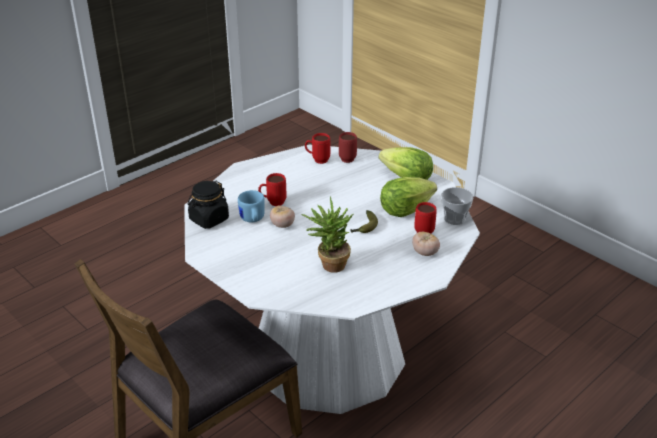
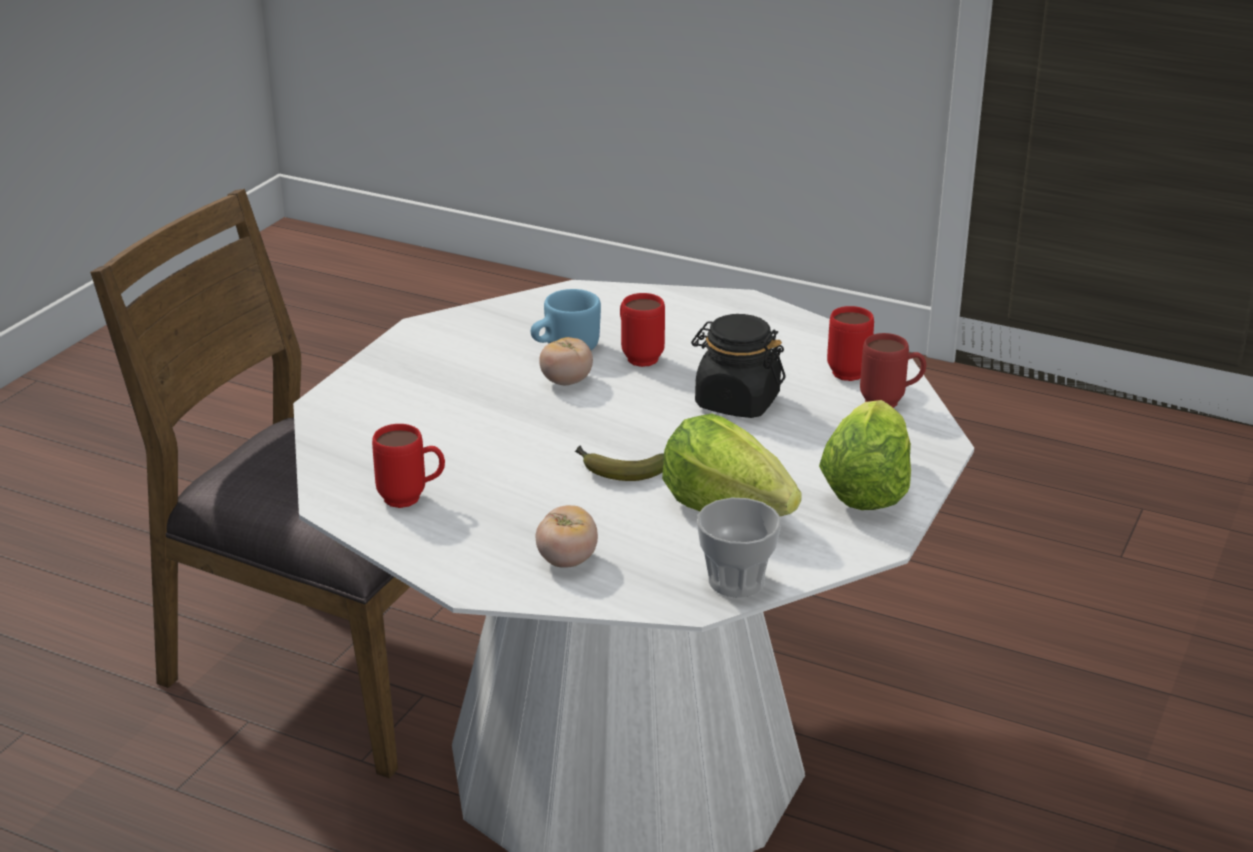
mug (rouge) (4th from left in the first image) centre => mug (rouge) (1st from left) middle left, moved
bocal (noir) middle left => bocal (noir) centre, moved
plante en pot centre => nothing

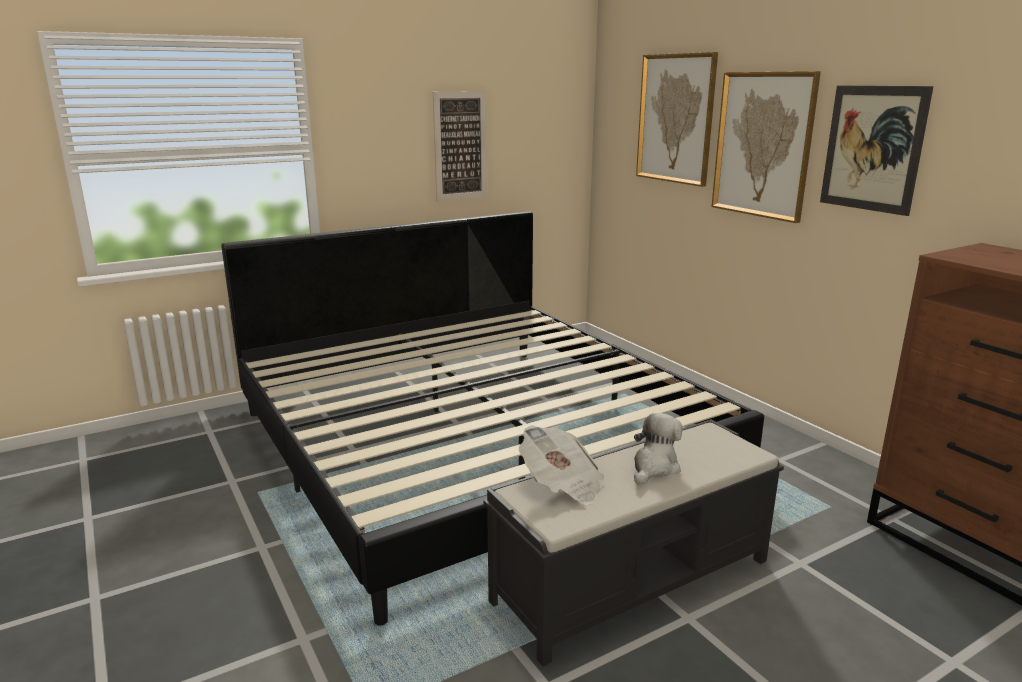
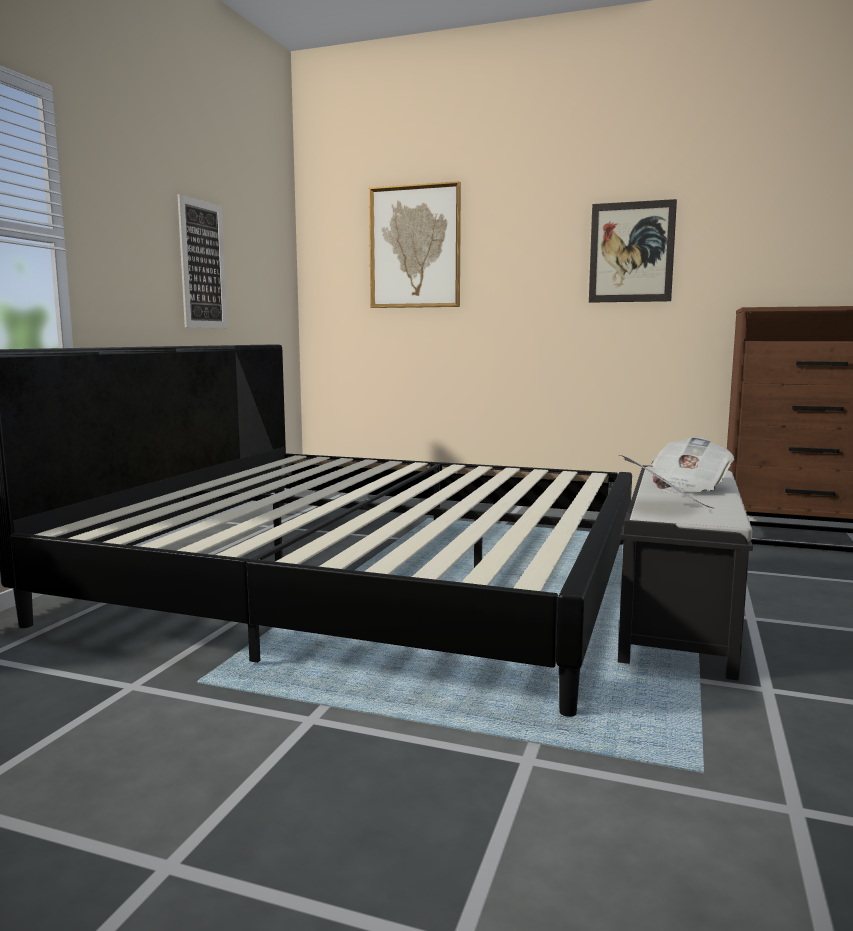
peluche centre => journal (2nd from left) middle right
tableau (3rd from left) top right => nothing

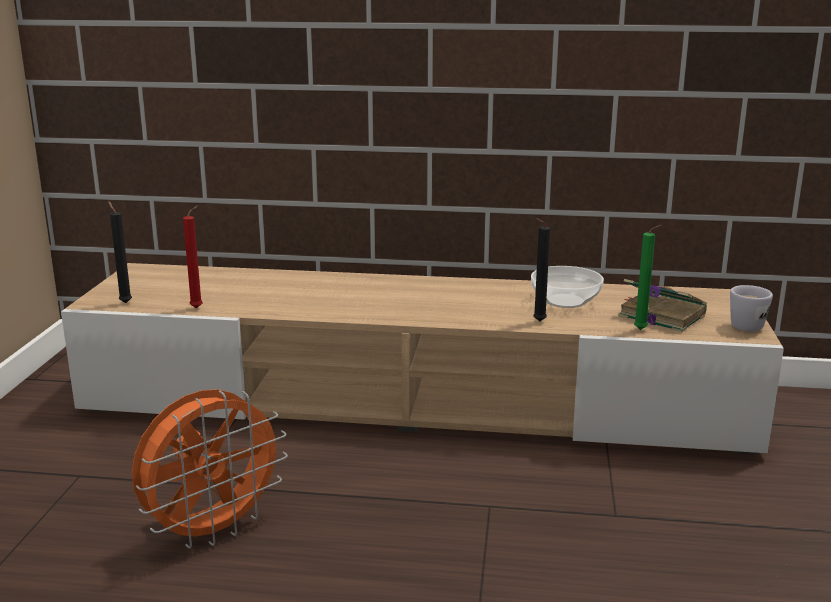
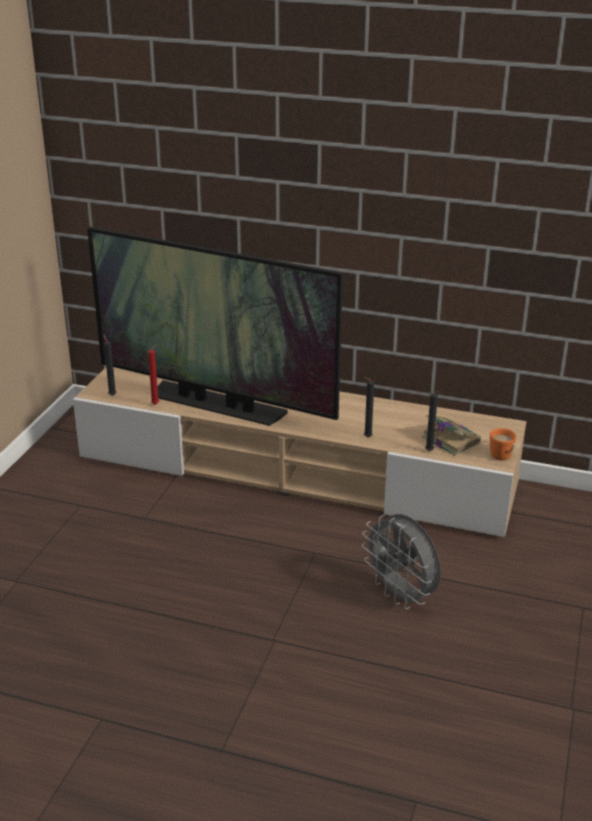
nothing => téléviseur centre
nothing => ventilateur (gris) bottom right
bougie (vert) middle right => bougie (noir) (3rd from left) middle right
mug (blanc) middle right => mug (orange) middle right
ventilateur (orange) bottom left => nothing
bol middle right => nothing

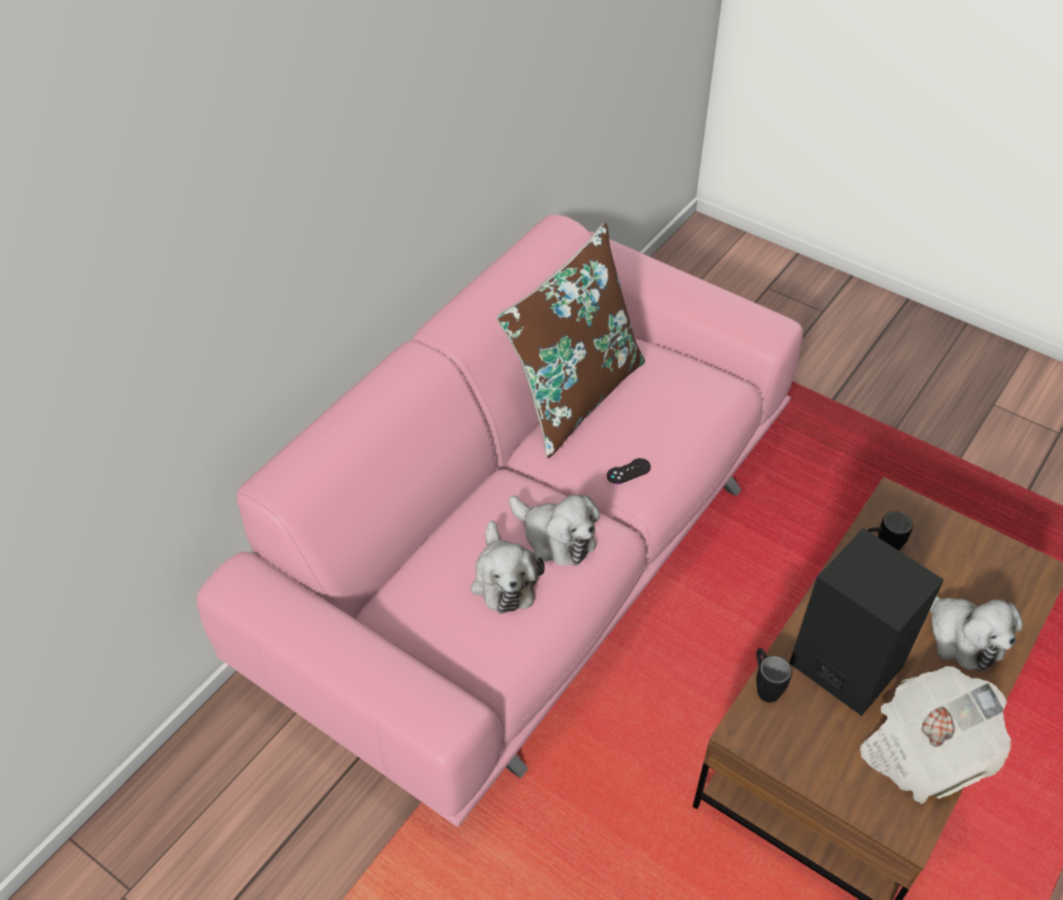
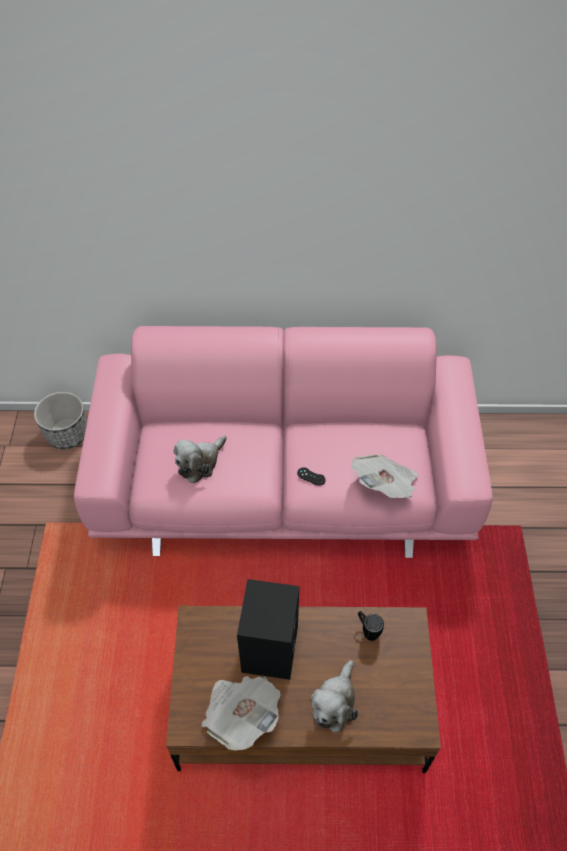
nothing => cache-pot middle left
nothing => journal (2nd from left) middle right
coussin (marron) centre => nothing
peluche (2nd from left) centre => nothing
mug (noir) (1st from left) bottom right => nothing

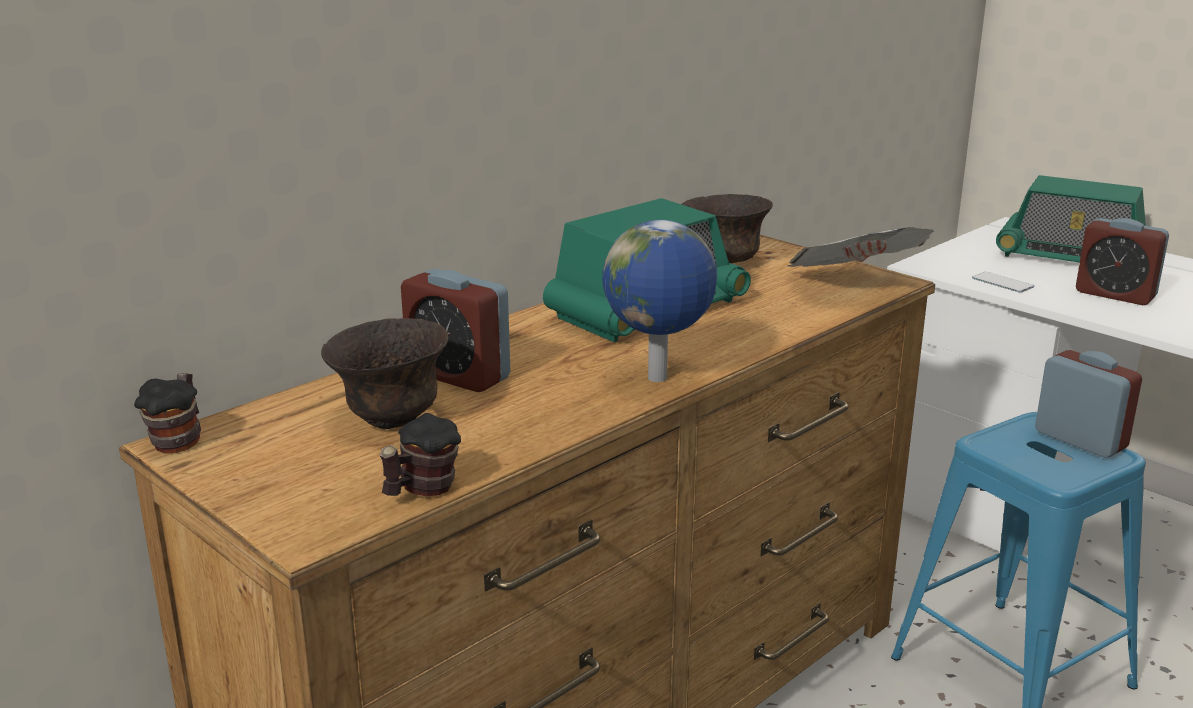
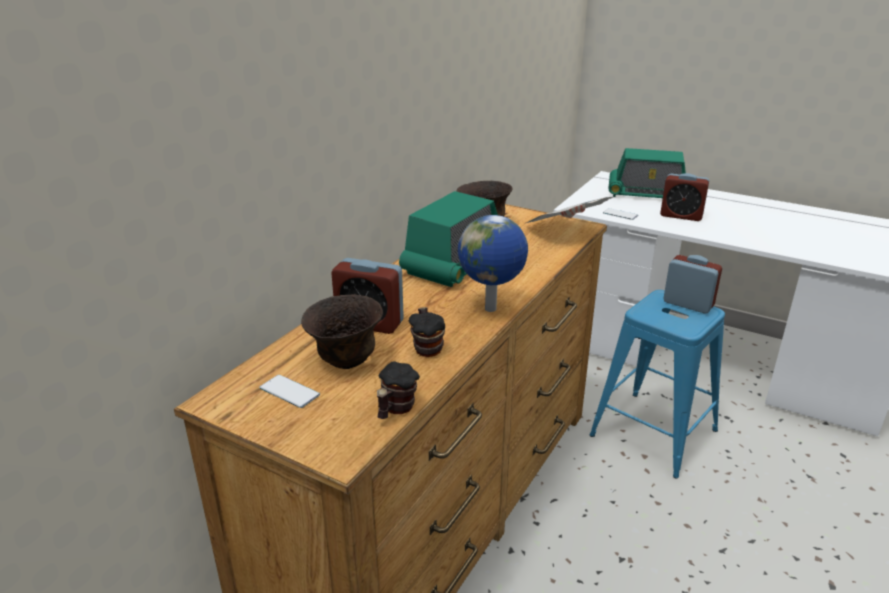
nothing => téléphone (1st from left) middle left
mug (1st from left in the first image) middle left => mug (2nd from left) centre, moved

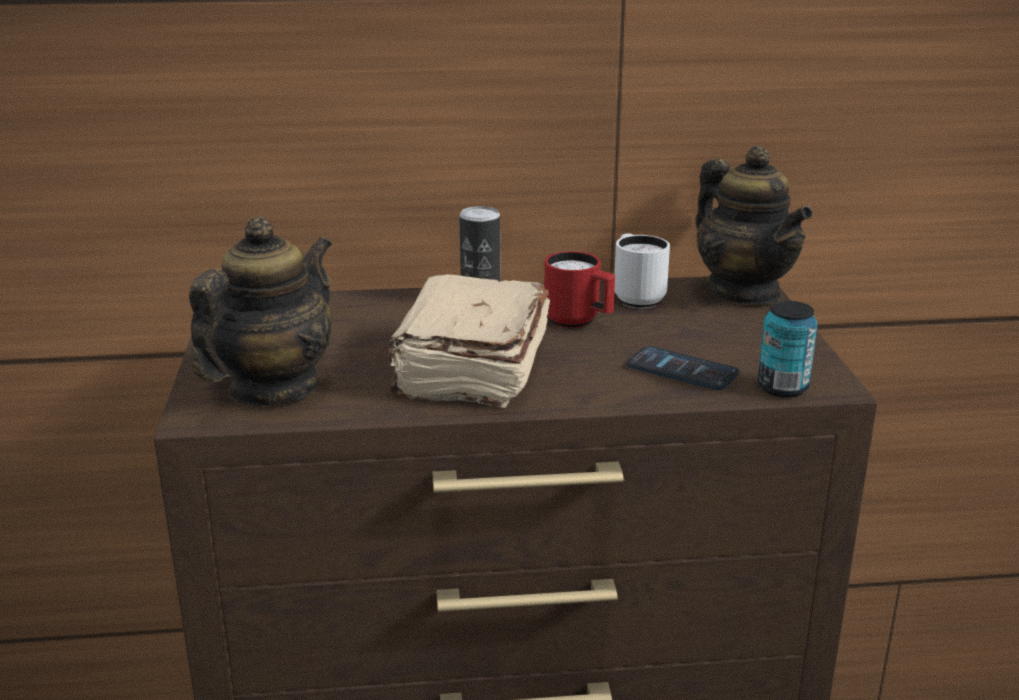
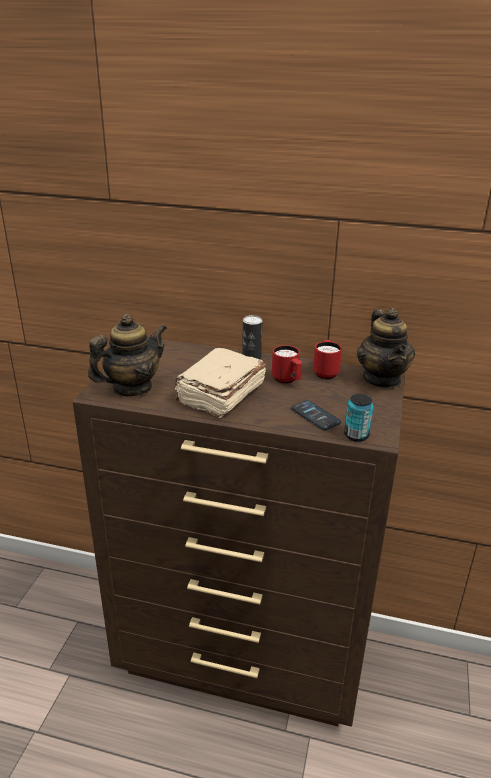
mug (blanc) centre => mug (rouge) (2nd from left) centre

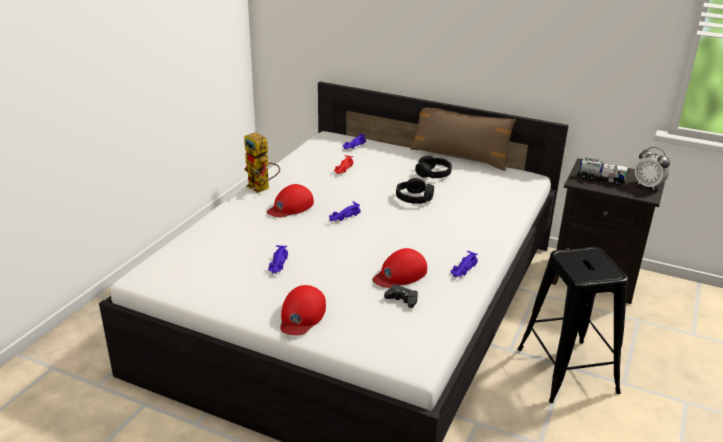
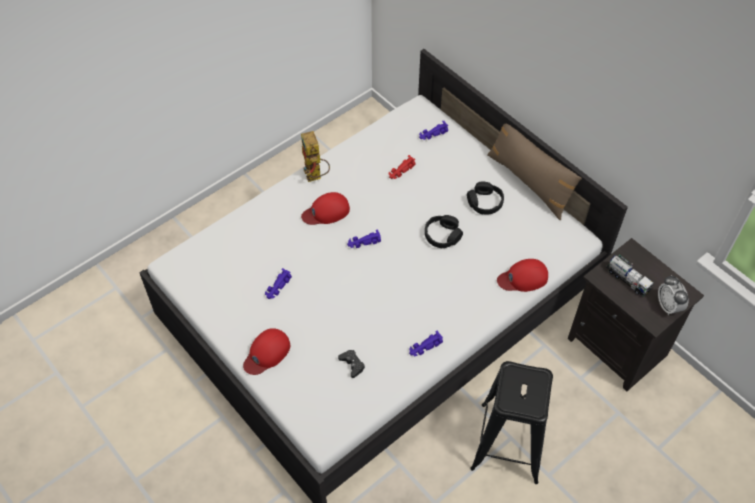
casquette (rouge) (3rd from left) centre => casquette (rouge) (3rd from left) middle right, moved

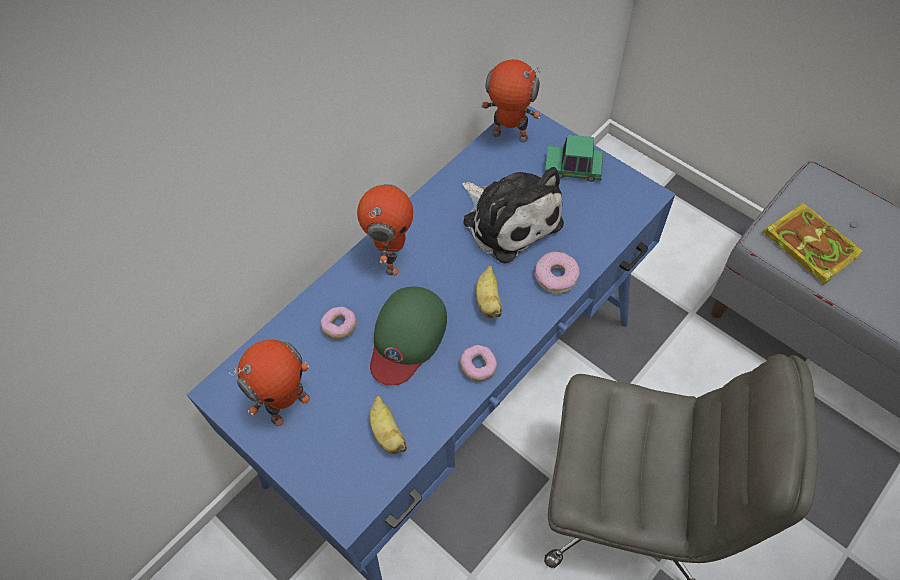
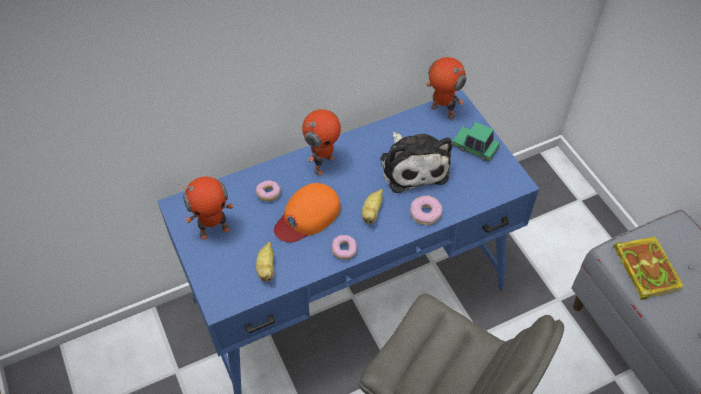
casquette (vert) centre => casquette (orange) centre

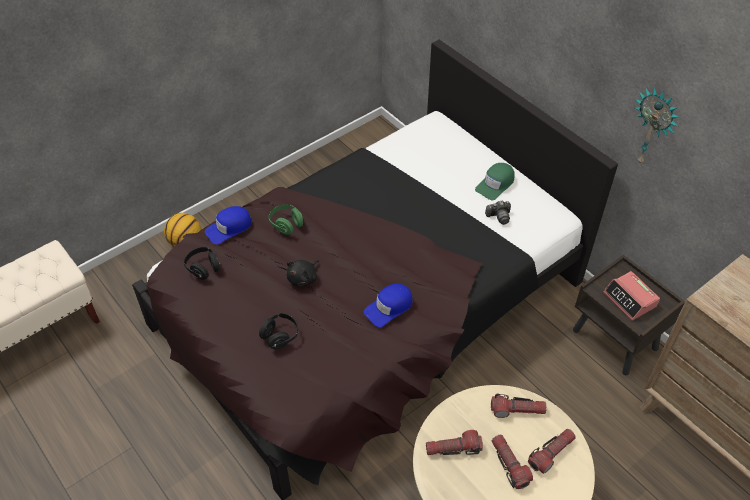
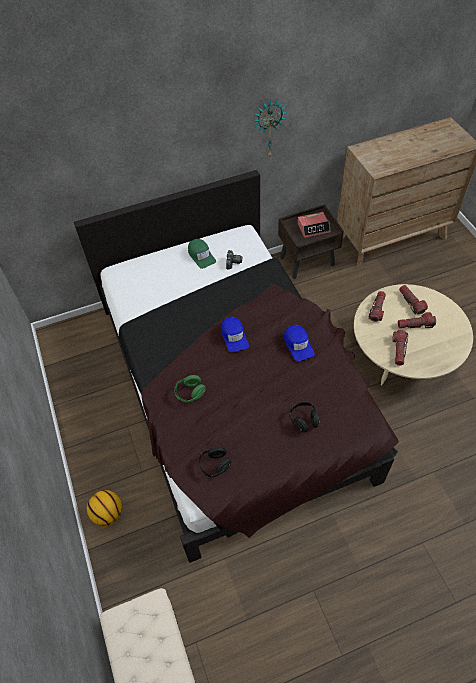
casquette (bleu) (1st from left) middle left => casquette (bleu) (1st from left) centre, moved
peluche (noir) centre => nothing

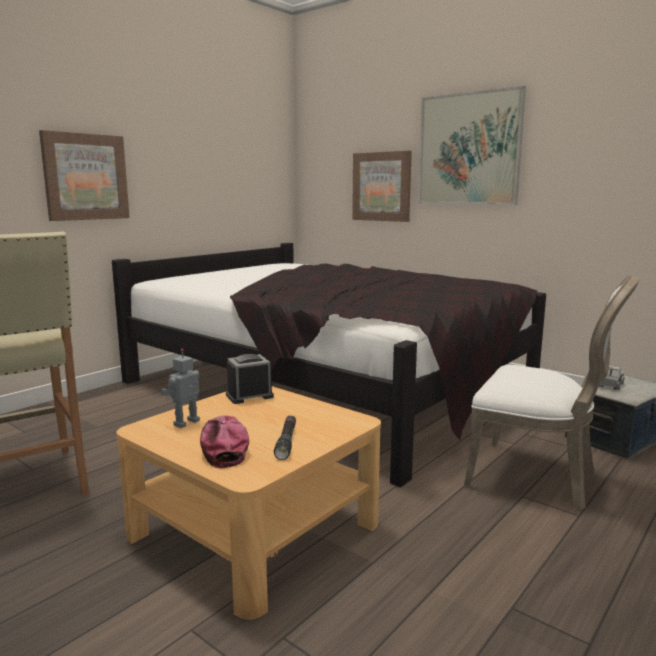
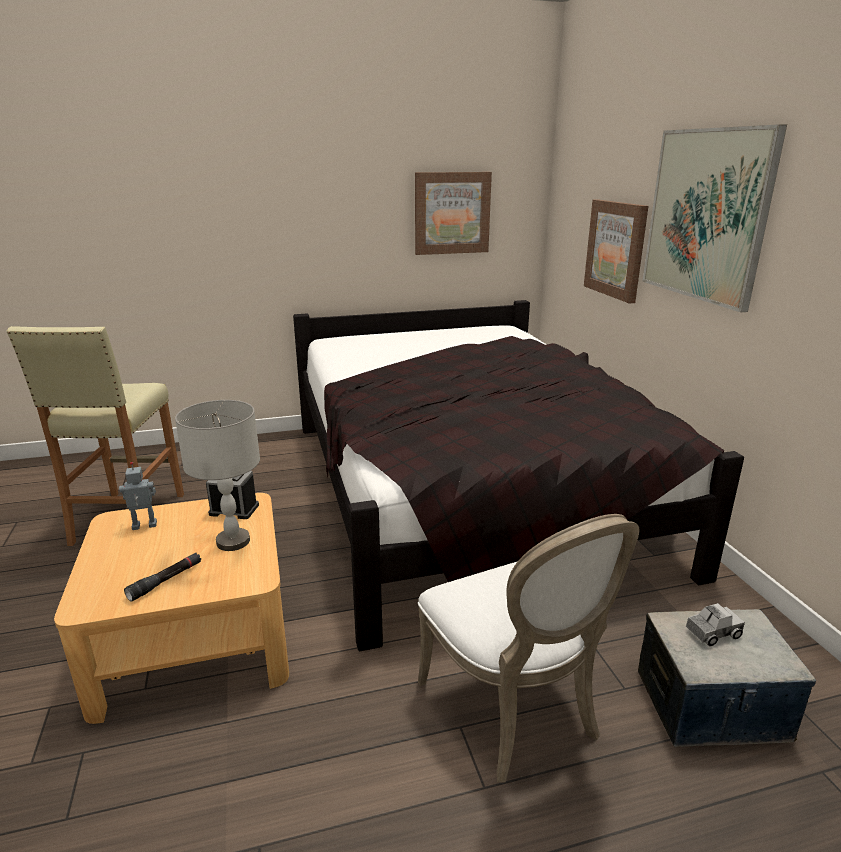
nothing => lampe de table (gris) middle left
tableau (1st from left) top left => tableau (1st from left) top centre, moved
casquette bottom centre => nothing

